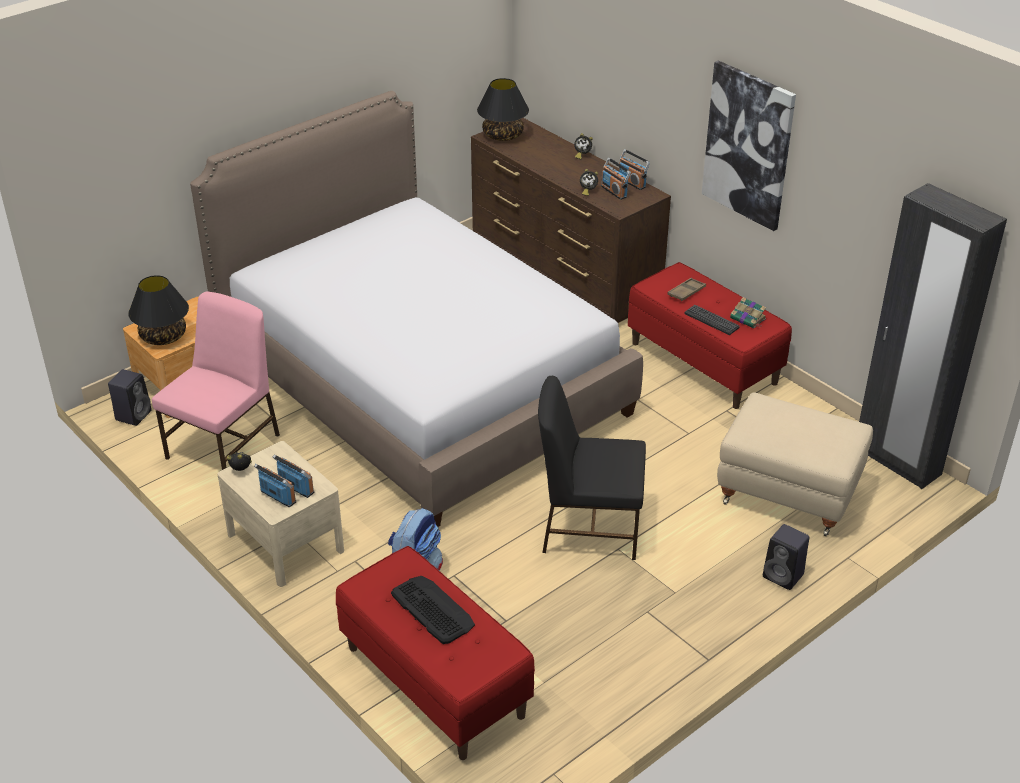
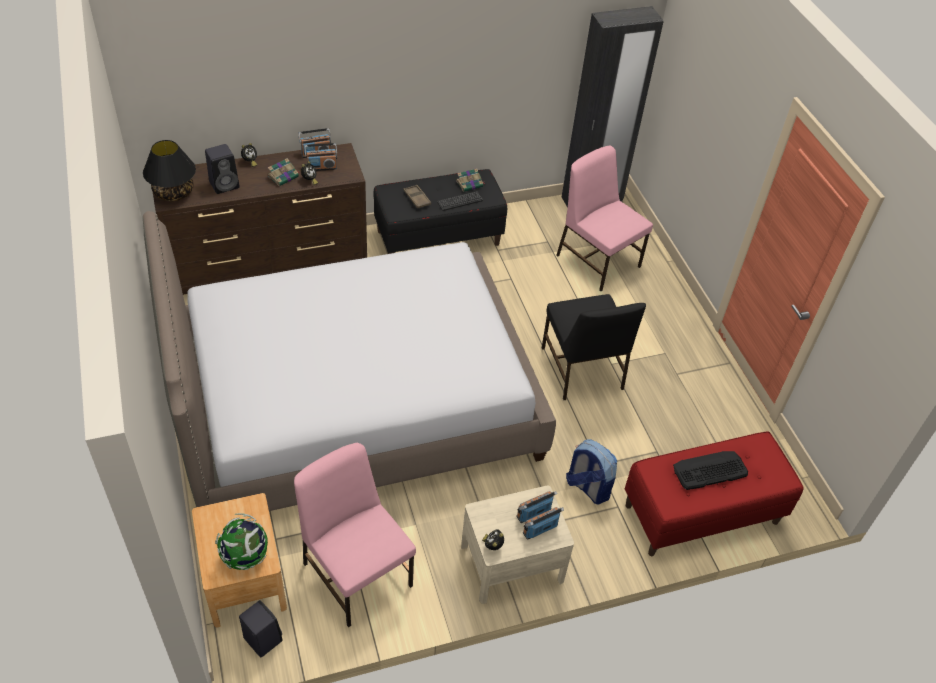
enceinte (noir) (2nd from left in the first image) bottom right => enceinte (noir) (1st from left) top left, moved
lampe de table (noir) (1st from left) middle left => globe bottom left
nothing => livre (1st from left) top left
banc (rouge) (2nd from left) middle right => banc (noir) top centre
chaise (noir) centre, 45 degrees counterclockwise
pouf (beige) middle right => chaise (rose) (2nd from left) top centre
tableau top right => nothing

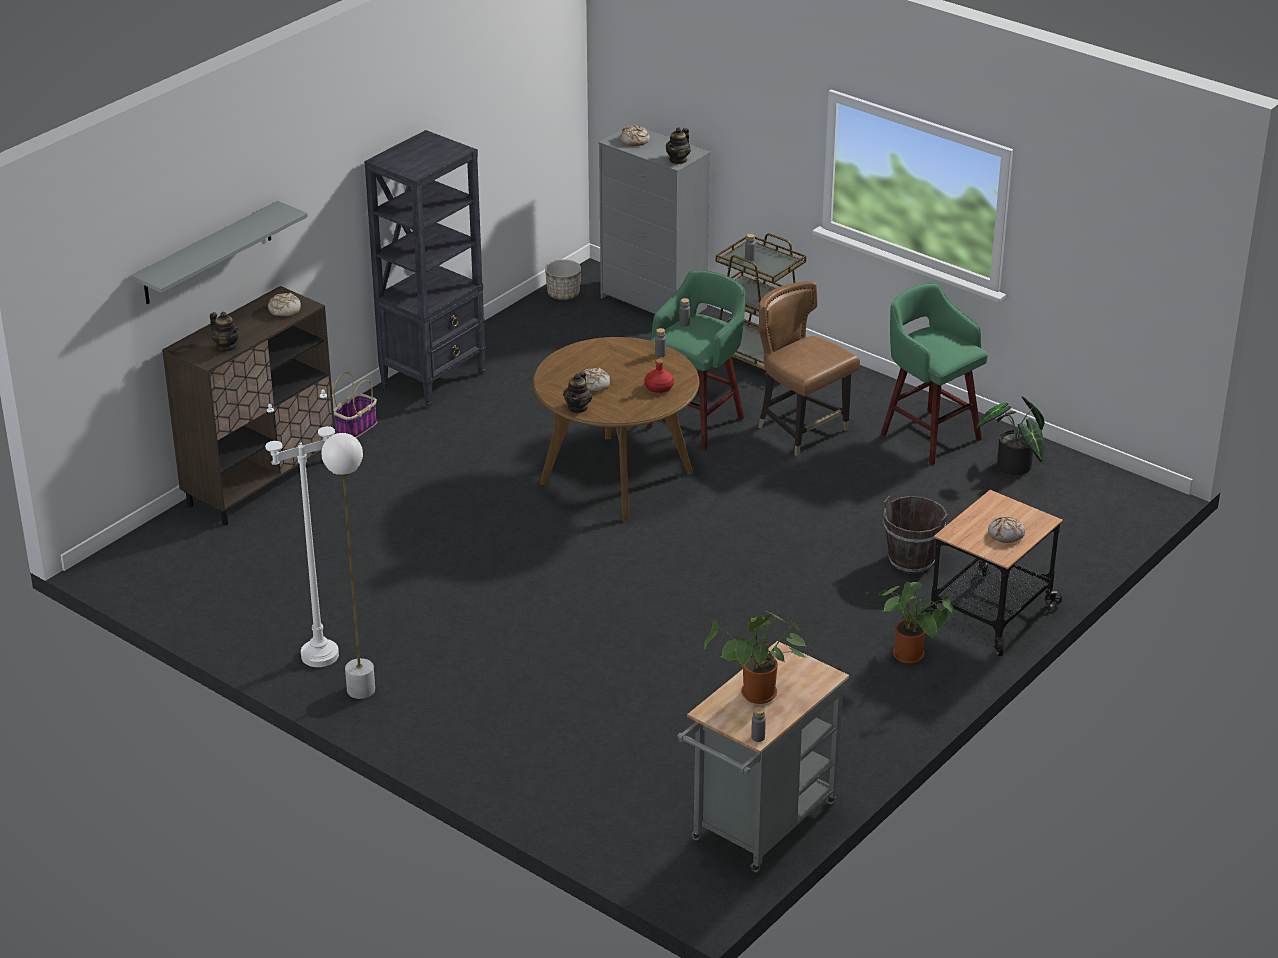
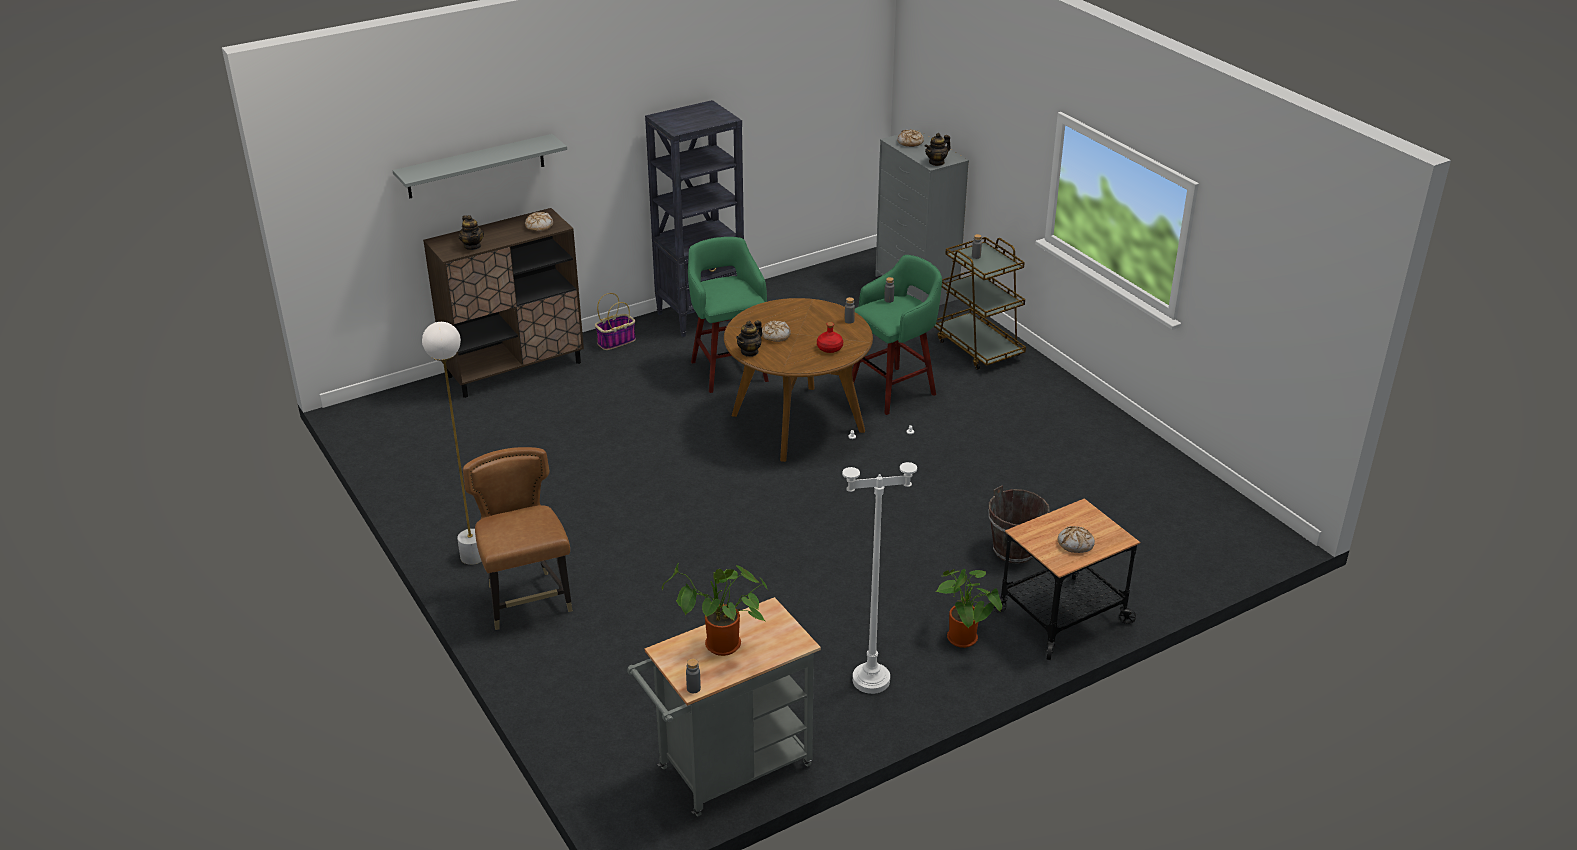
chaise (marron) centre => chaise (marron) middle left, moved
tabouret (vert) (2nd from left in the first image) middle right => tabouret (vert) (1st from left) centre, moved
lampadaire (blanc) (1st from left in the first image) middle left => lampadaire (blanc) (2nd from left) centre, moved
cache-pot top centre => nothing
plante en pot (3rd from left) middle right => nothing

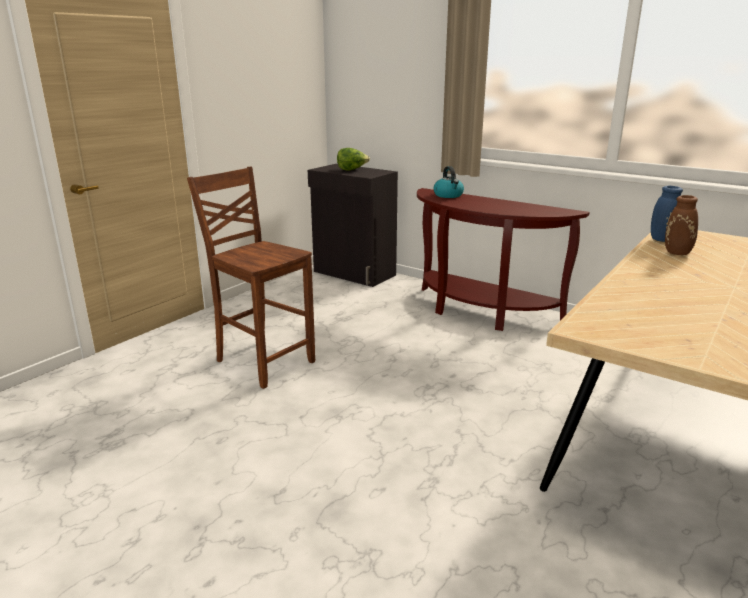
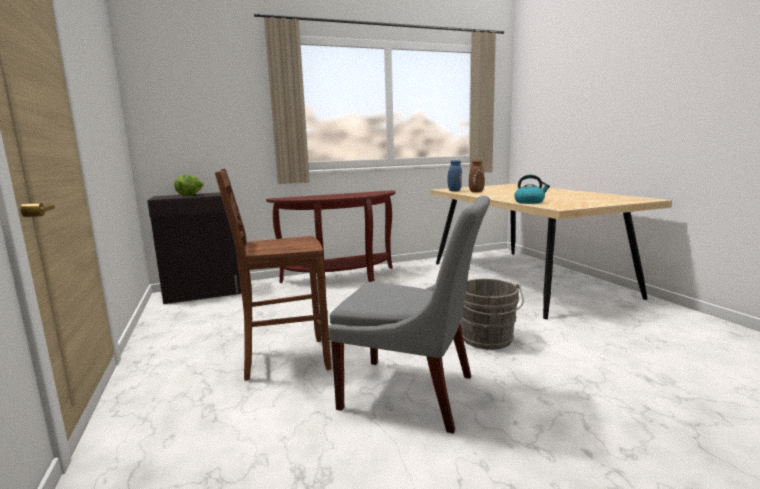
nothing => chaise (gris) centre
nothing => seau (gris) centre
bouilloire top centre => bouilloire middle right, moved

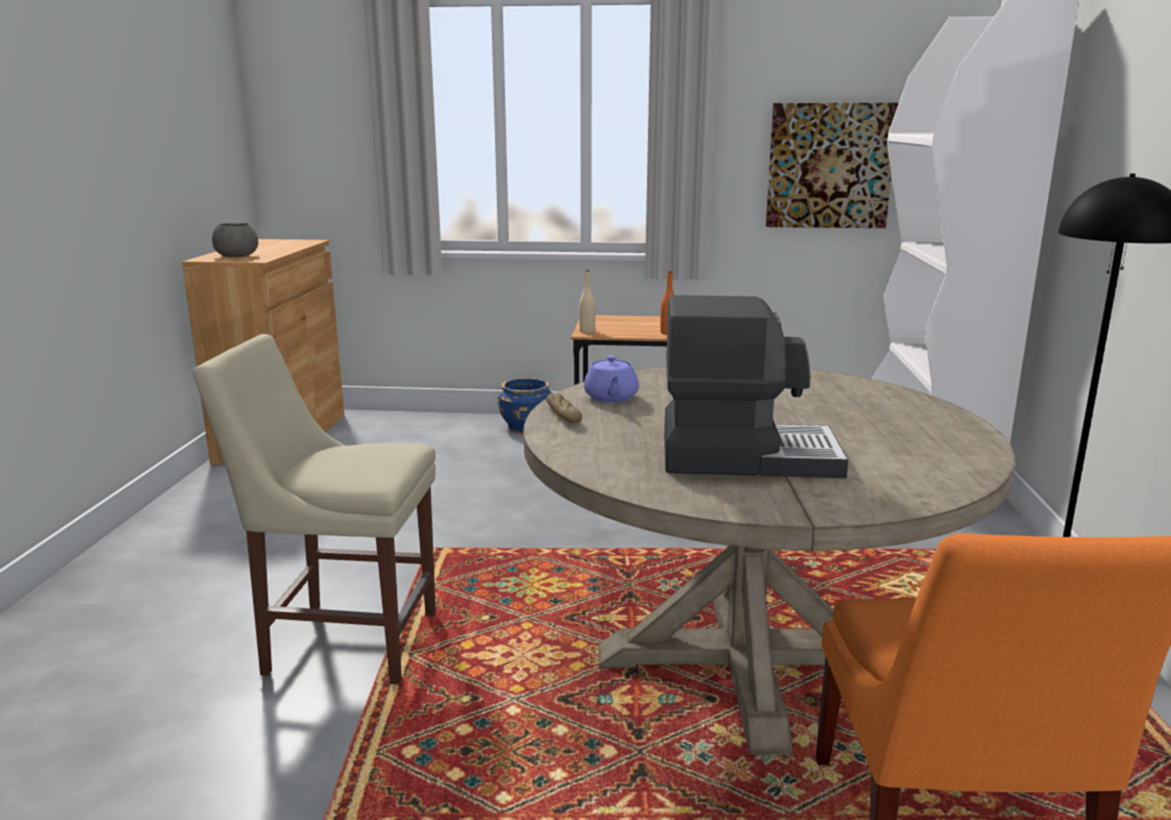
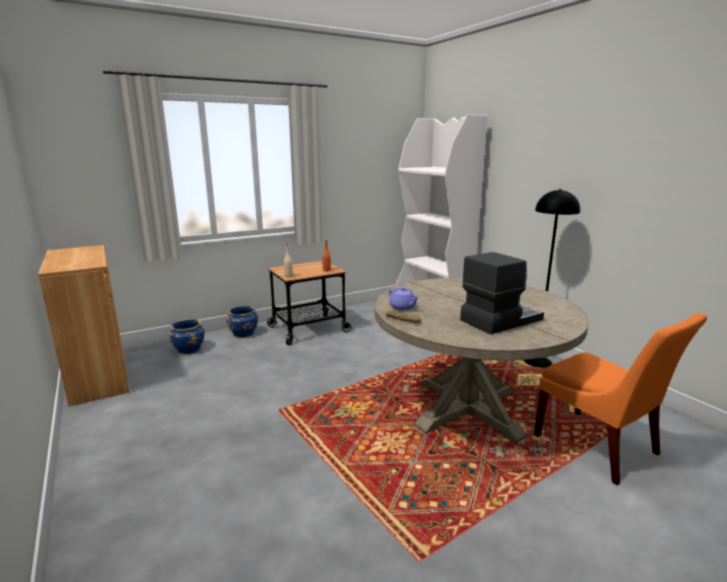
nothing => cache-pot (bleu) (1st from left) middle left
chaise (beige) middle left => nothing
bol (gris) top left => nothing
tableau top right => nothing

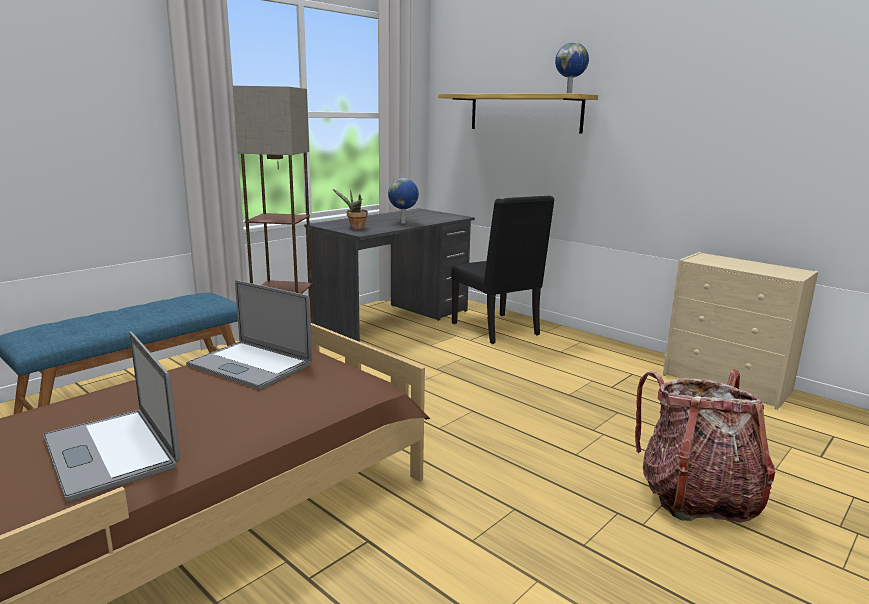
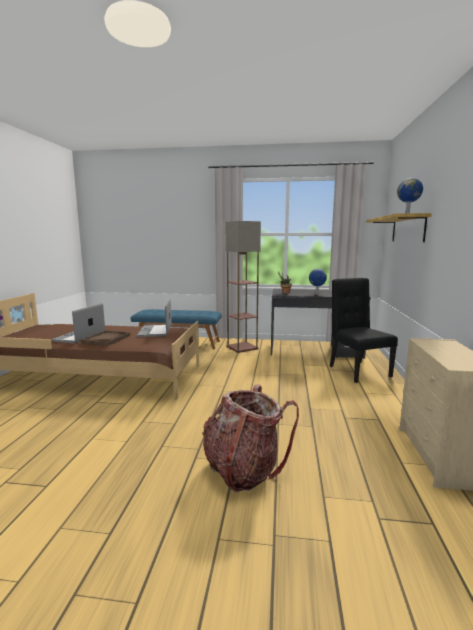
nothing => plateau (marron) middle left
chaise (noir) centre => chaise (noir) middle right, 135 degrees clockwise

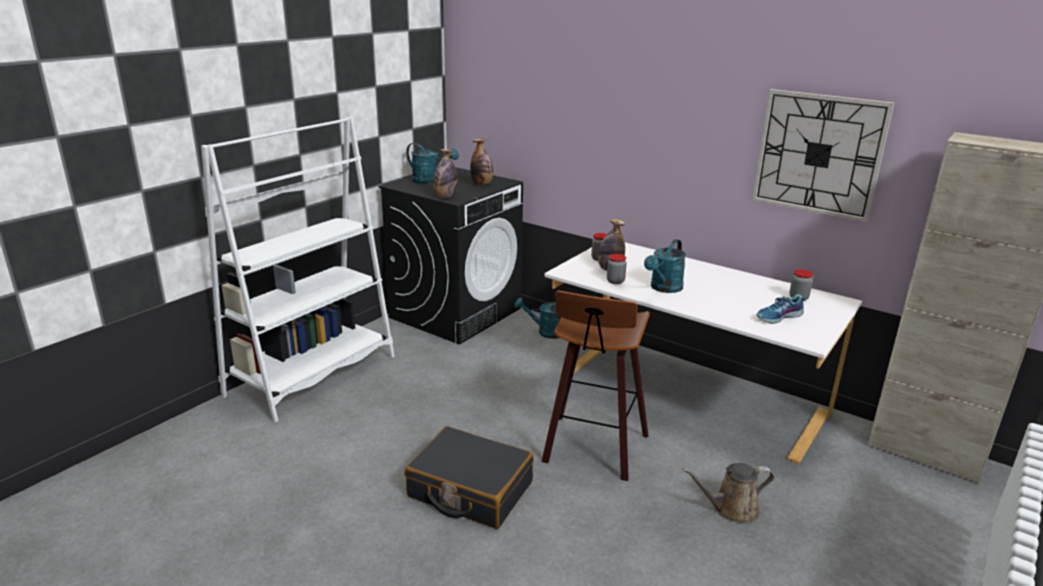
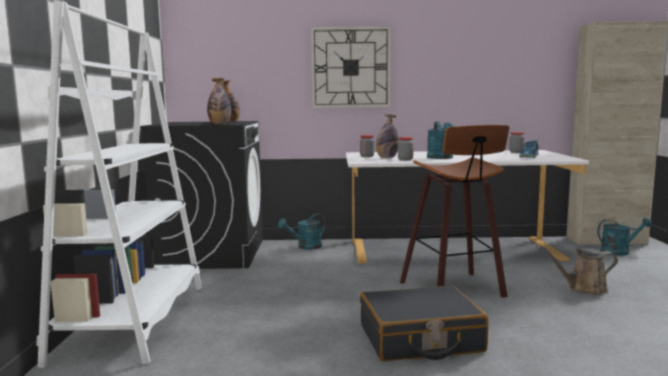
horloge murale top right => horloge murale top centre, moved
arrosoir (marron) bottom right, 45 degrees clockwise
arrosoir (turquoise) (1st from left in the first image) top centre => arrosoir (turquoise) (3rd from left) middle right, moved

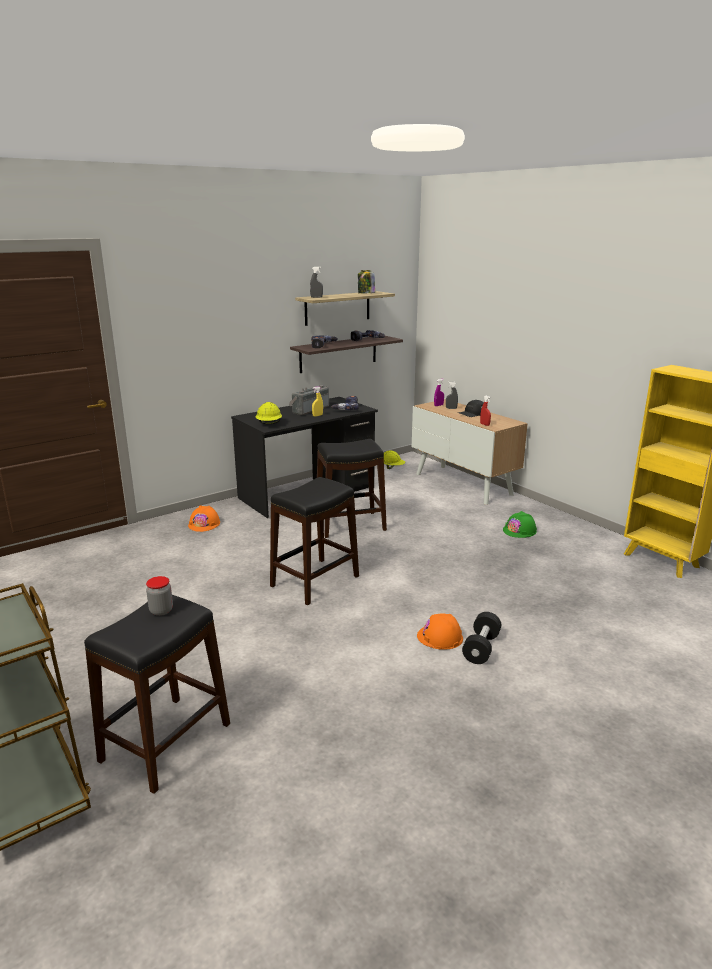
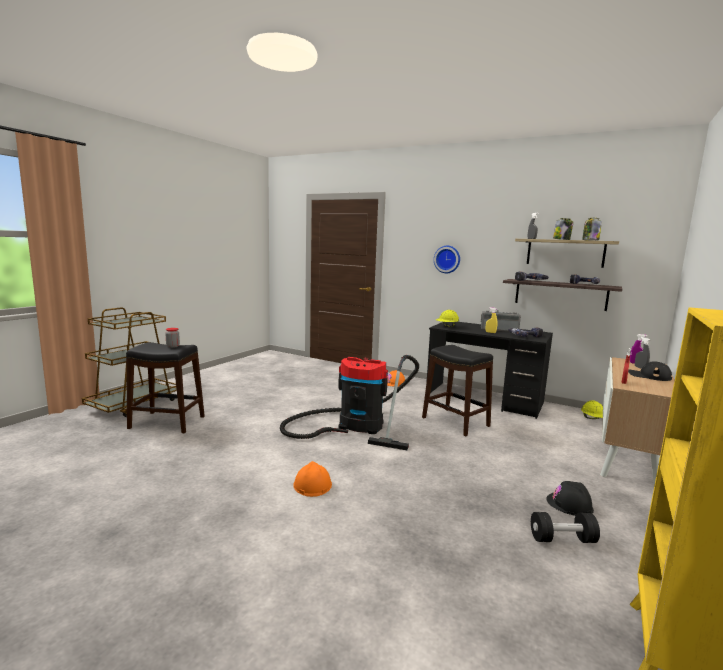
tabouret (noir) (2nd from left) centre => aspirateur centre
nothing => horloge murale centre
haltère (noir) middle right => haltère (noir) bottom right, moved
casque de chantier (vert) middle right => casque de chantier (noir) bottom right
nothing => bocal (2nd from left) middle right

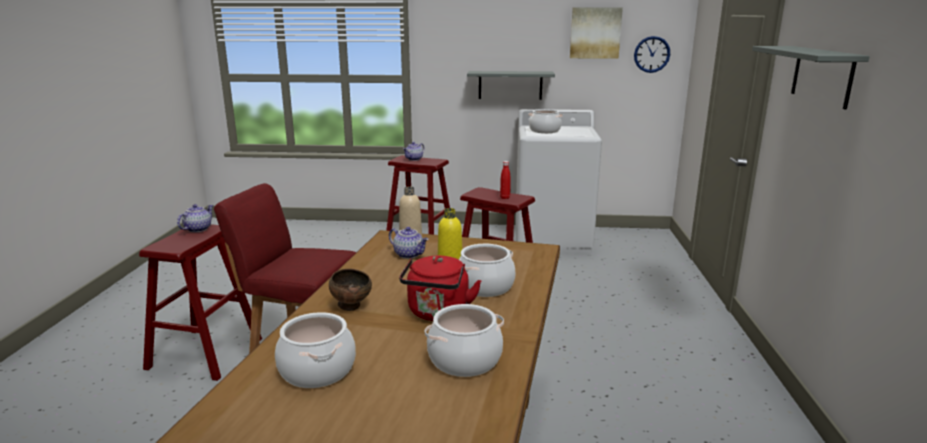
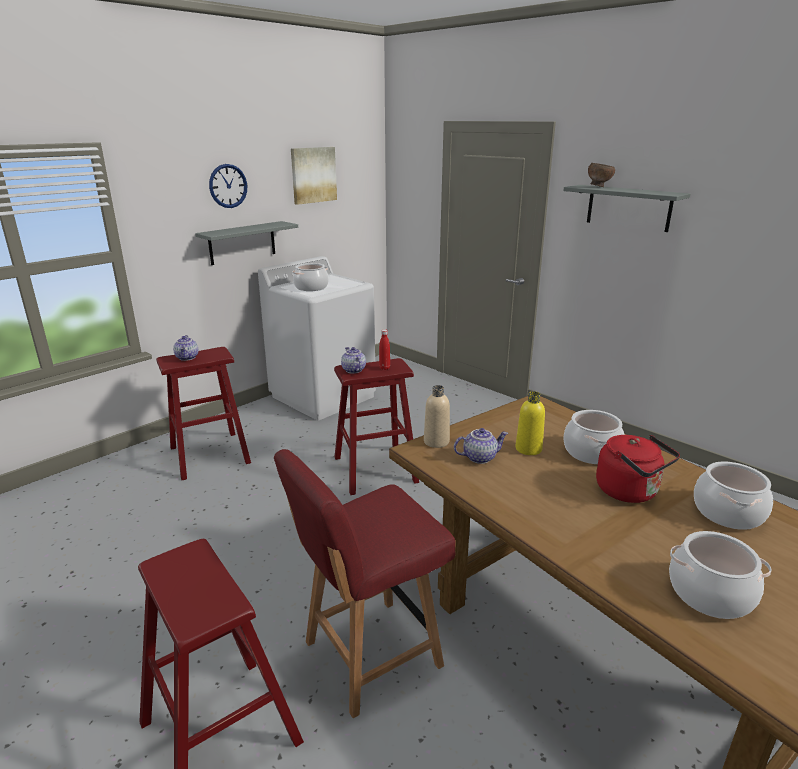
horloge murale top right => horloge murale top left, moved
théière (1st from left in the first image) middle left => théière (2nd from left) centre, moved
bol (marron) centre => bol (marron) top right, moved

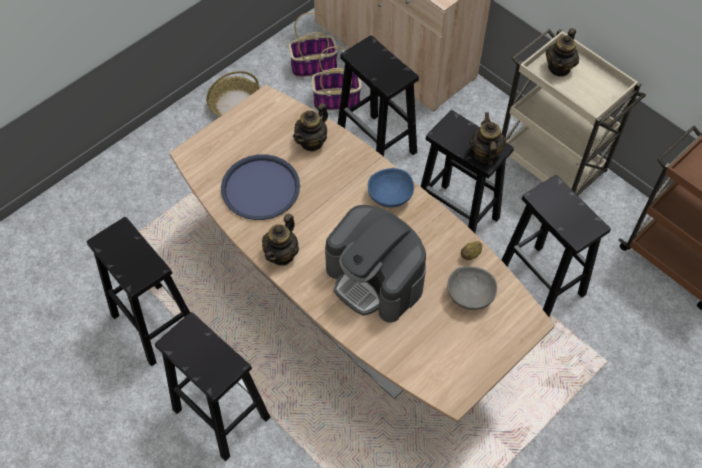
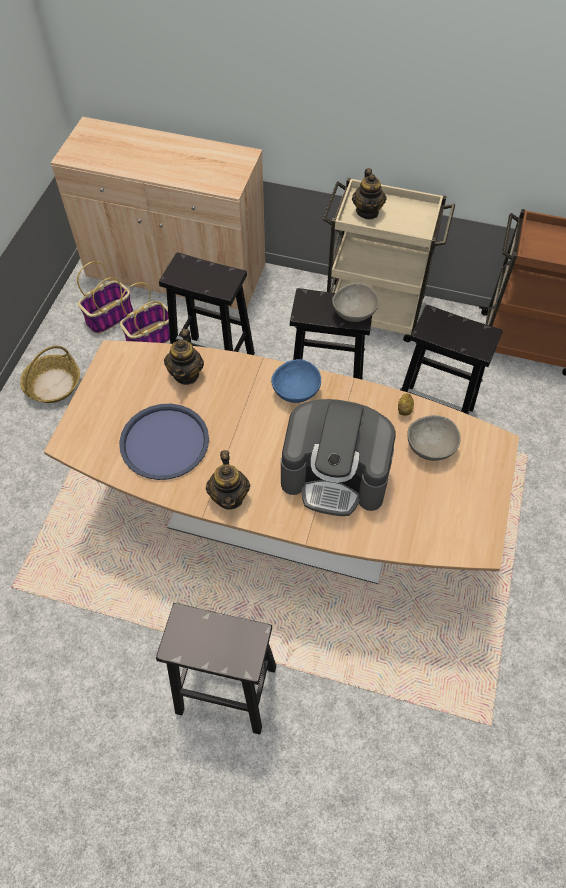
théière (3rd from left) top right => bol (gris) (1st from left) centre
tabouret (noir) (1st from left) middle left => nothing

